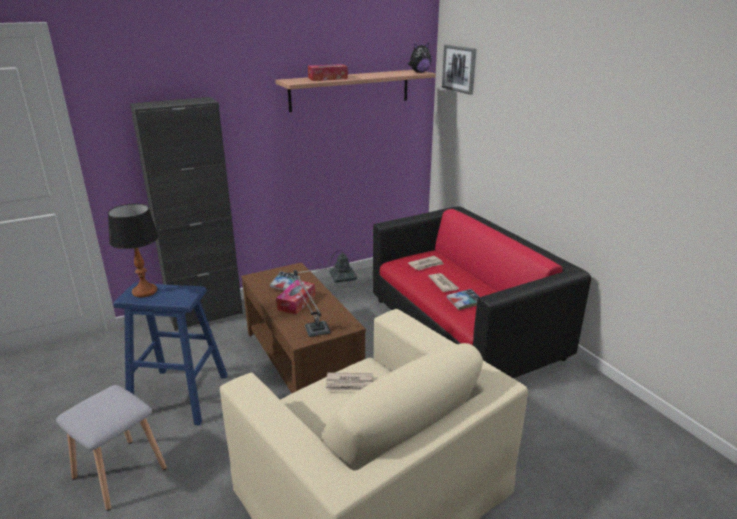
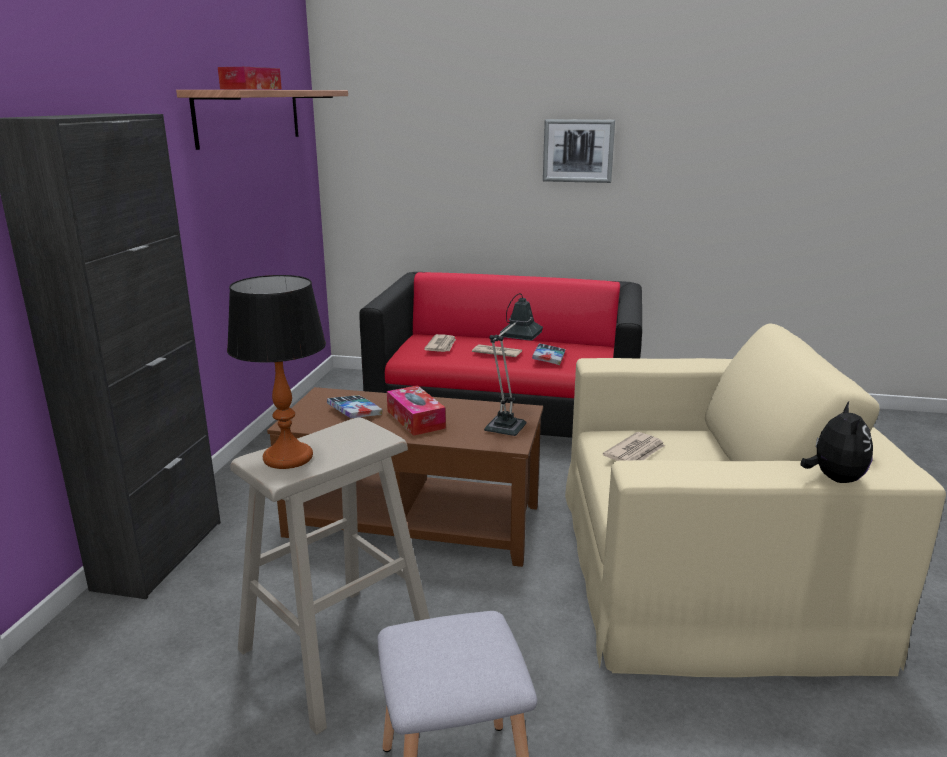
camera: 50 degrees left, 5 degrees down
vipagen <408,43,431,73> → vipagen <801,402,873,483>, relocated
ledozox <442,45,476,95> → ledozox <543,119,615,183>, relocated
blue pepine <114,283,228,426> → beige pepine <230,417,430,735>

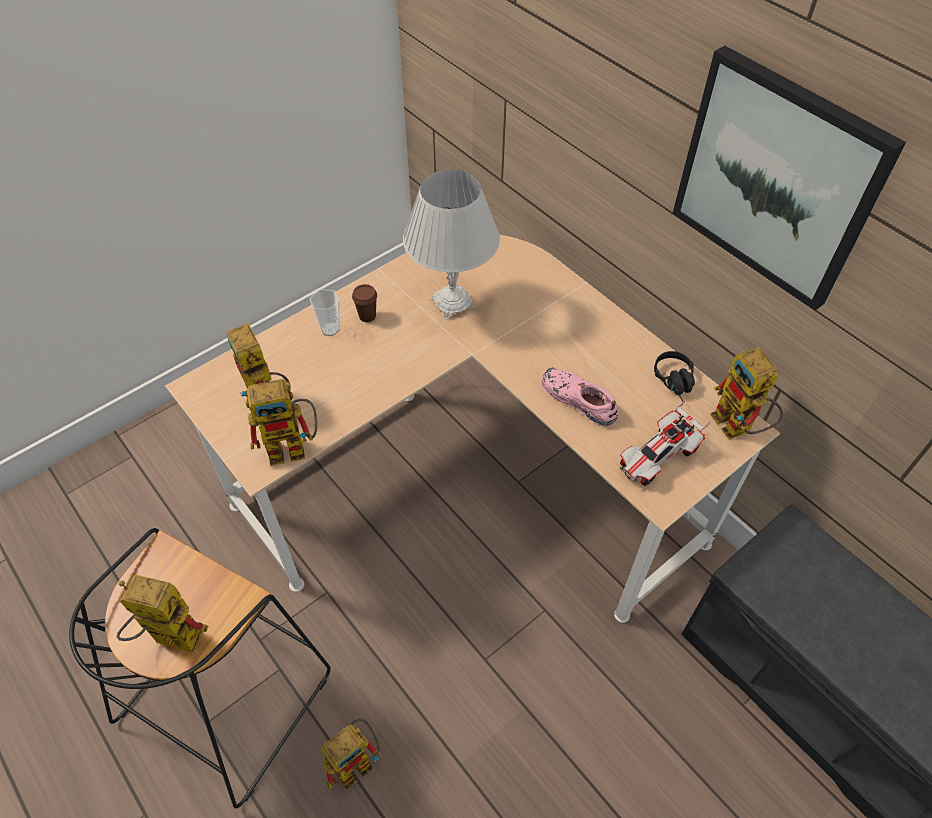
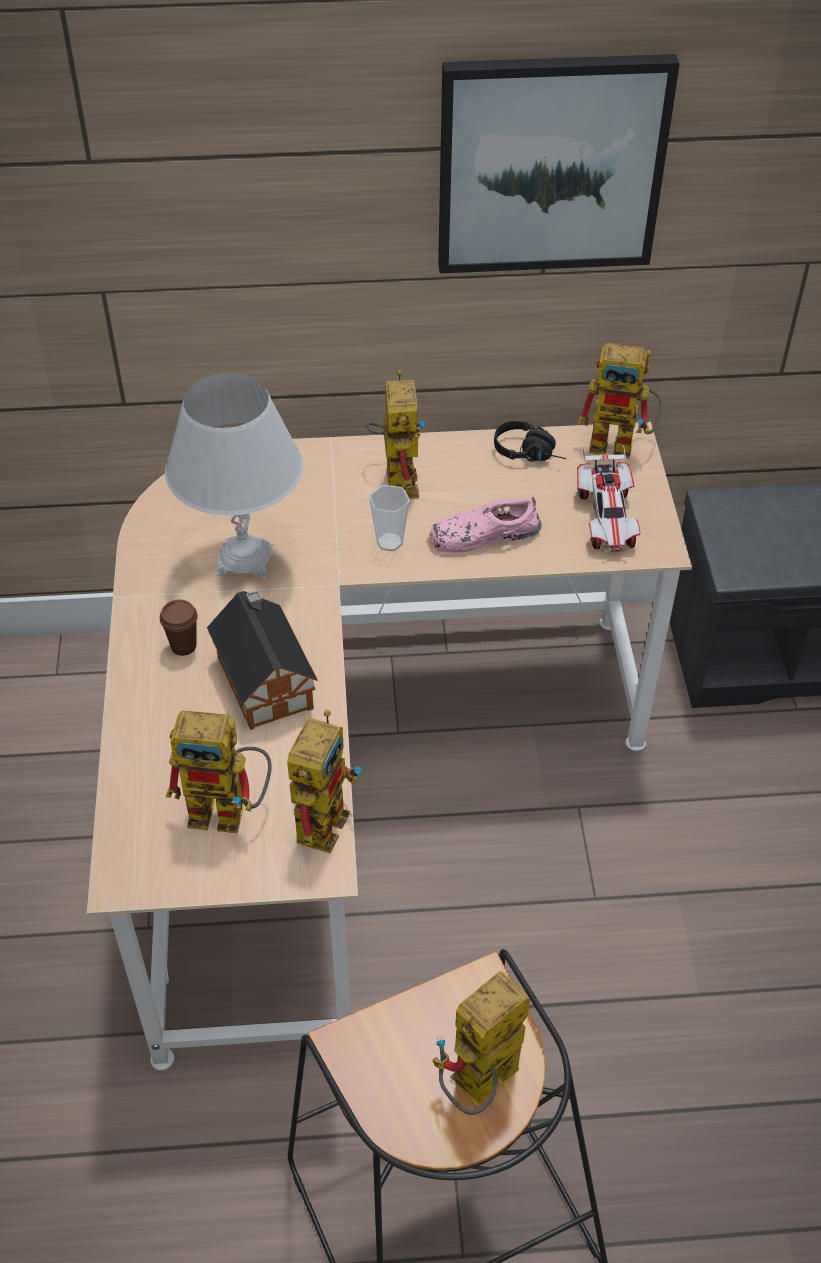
camera: 55 degrees left, 5 degrees down
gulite <310,289,340,336> → gulite <369,485,410,551>, relocated
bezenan <321,719,382,790> → bezenan <366,370,425,499>, relocated
- → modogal <207,590,318,730>

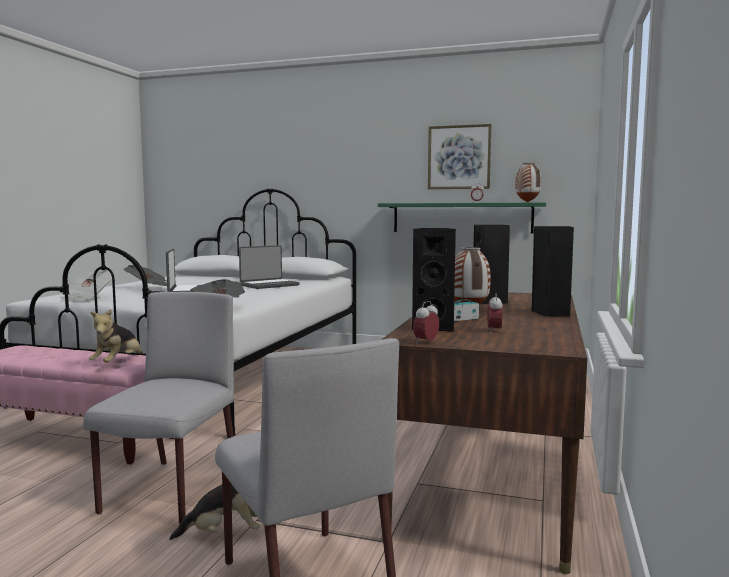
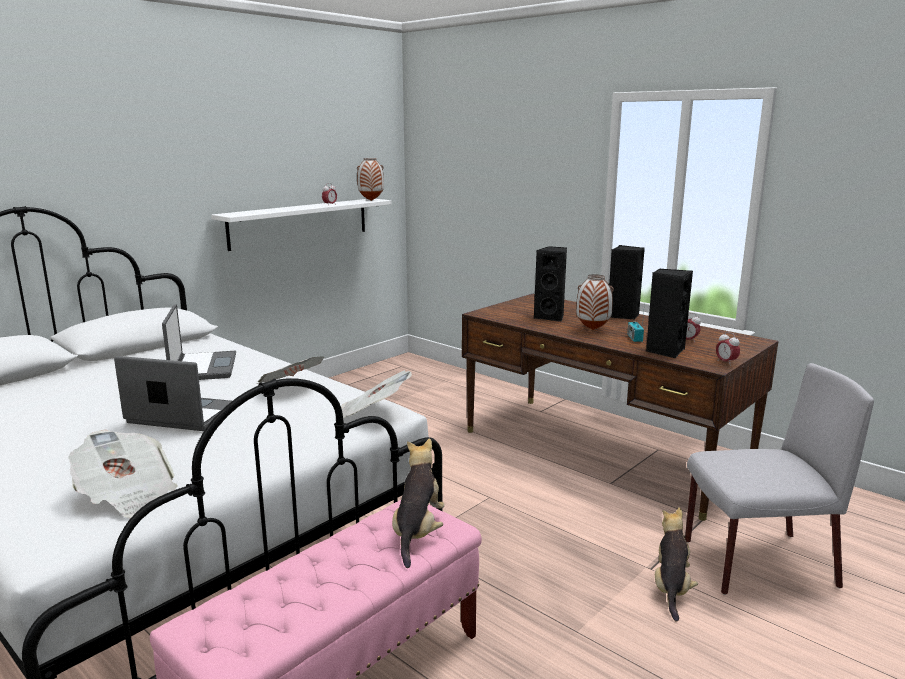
camera: 65 degrees left, 10 degrees up
ledozox <428,124,491,189> → -
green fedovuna <378,202,546,233> → white fedovuna <211,199,391,251>
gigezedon <124,265,167,286> → gigezedon <258,356,324,383>, relocated
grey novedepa <83,292,234,524> → -
vipagen <89,309,142,363> → vipagen <392,438,445,568>, 120 degrees counterclockwise

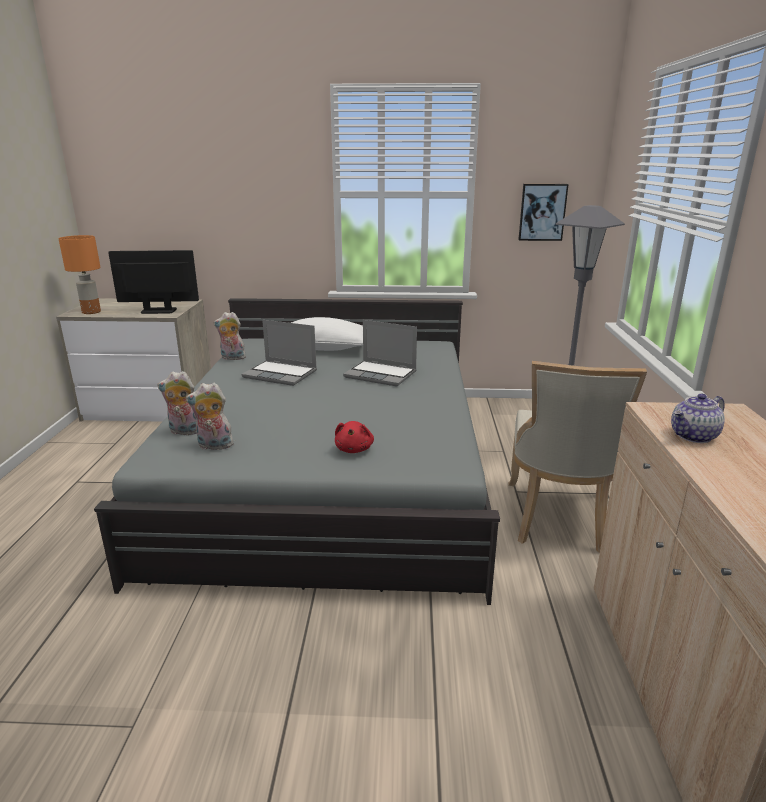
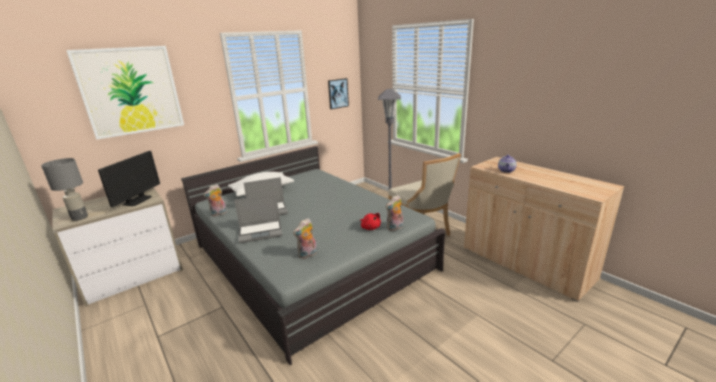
camera: 40 degrees left, 0 degrees up
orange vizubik <58,235,101,314> → grey vizubik <41,158,88,221>
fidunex <108,250,199,314> → fidunex <98,151,160,207>, 150 degrees clockwise
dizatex <343,320,417,387> → dizatex <234,194,282,243>, relocated
vipagen <157,371,197,435> → vipagen <386,195,403,231>, relocated
- → ledozox <66,46,184,140>

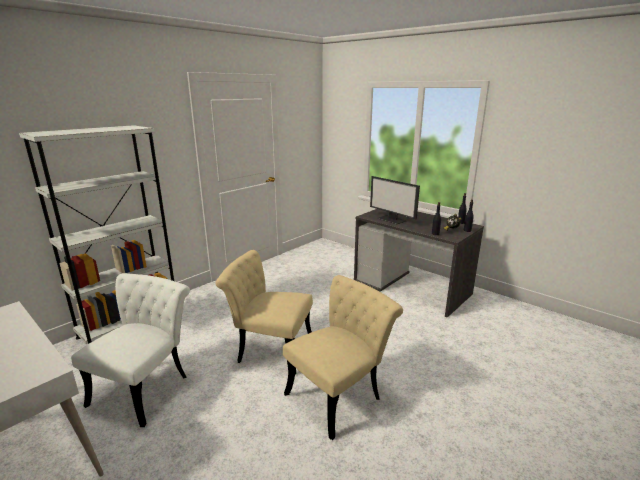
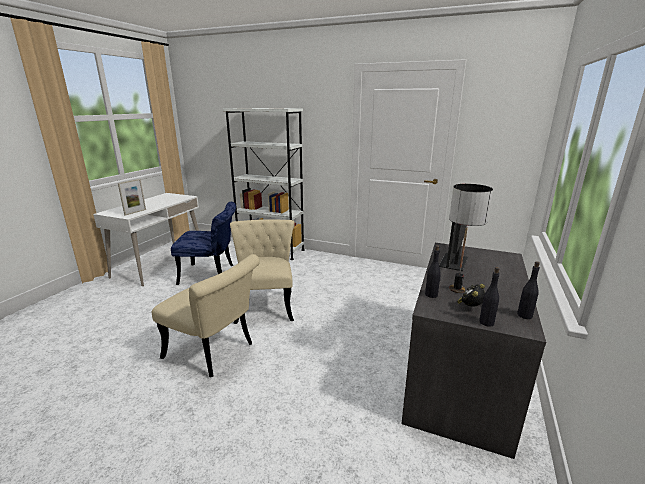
camera: 70 degrees right, 0 degrees up
white novedepa <71,273,190,427> → blue novedepa <171,202,236,285>
- → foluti <118,179,146,215>
- → vizubik <449,184,493,293>

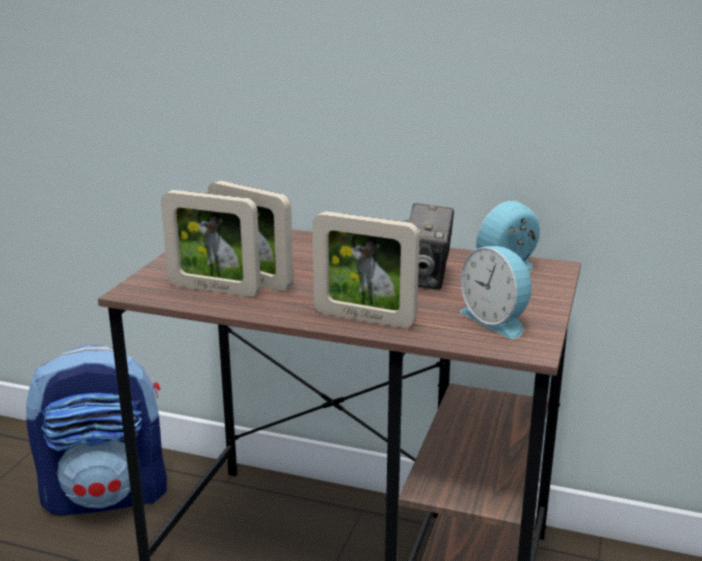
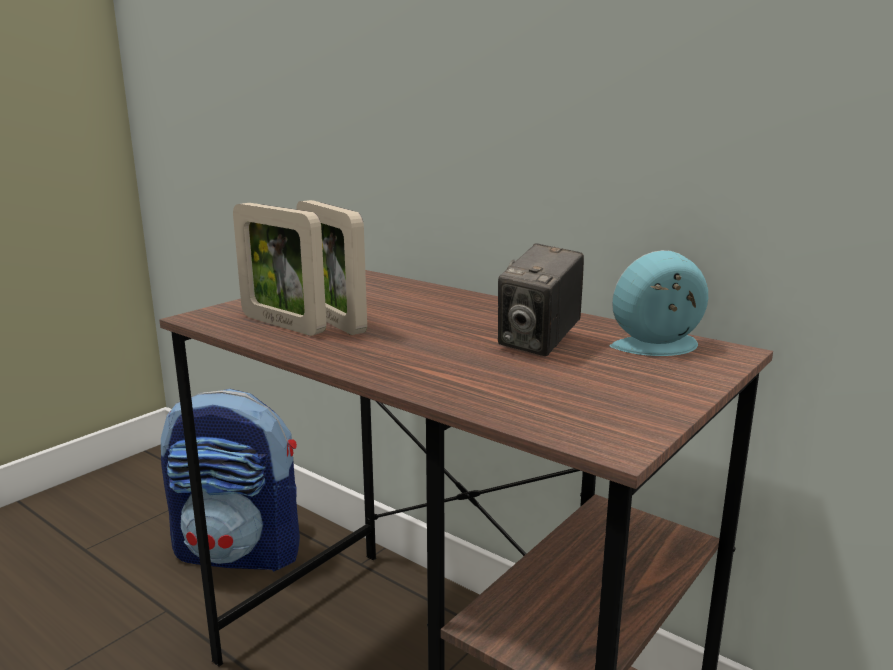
camera: 20 degrees right, 5 degrees down
foluti <313,211,420,328> → -
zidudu <460,246,532,339> → -

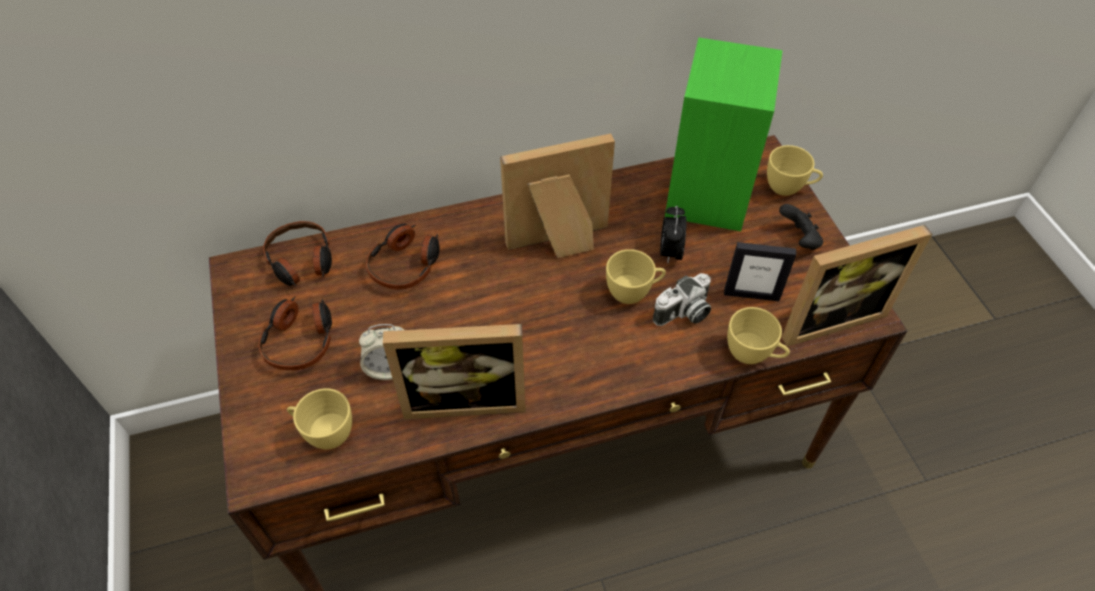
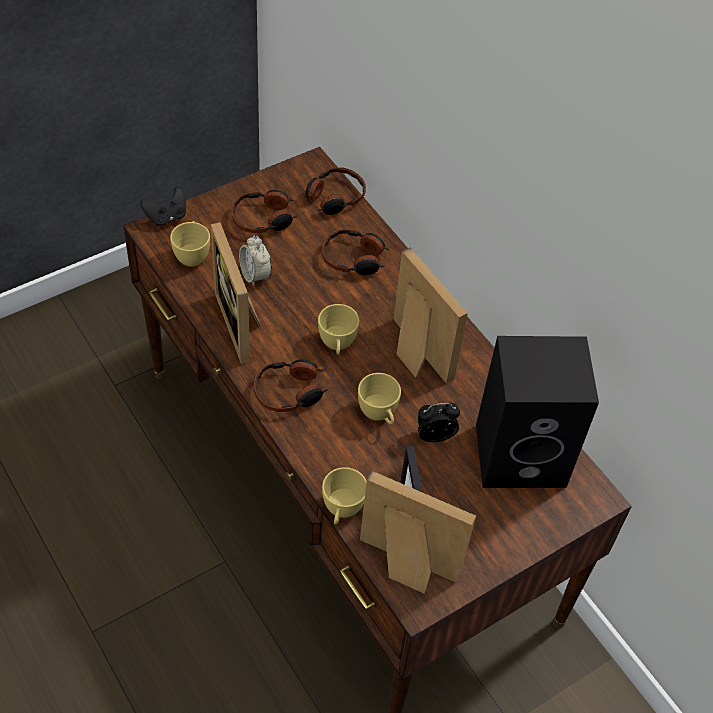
camera: 70 degrees right, 0 degrees up
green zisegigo <665,37,783,231> → black zisegigo <476,336,599,488>
yellow gulite <767,145,823,196> → yellow gulite <318,304,359,354>, relocated
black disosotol <779,204,823,250> → black disosotol <140,186,186,226>, relocated
foluti <782,225,932,347> → foluti <360,471,476,594>, 150 degrees clockwise
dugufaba <653,273,711,326> → -
- → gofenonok <254,360,329,412>

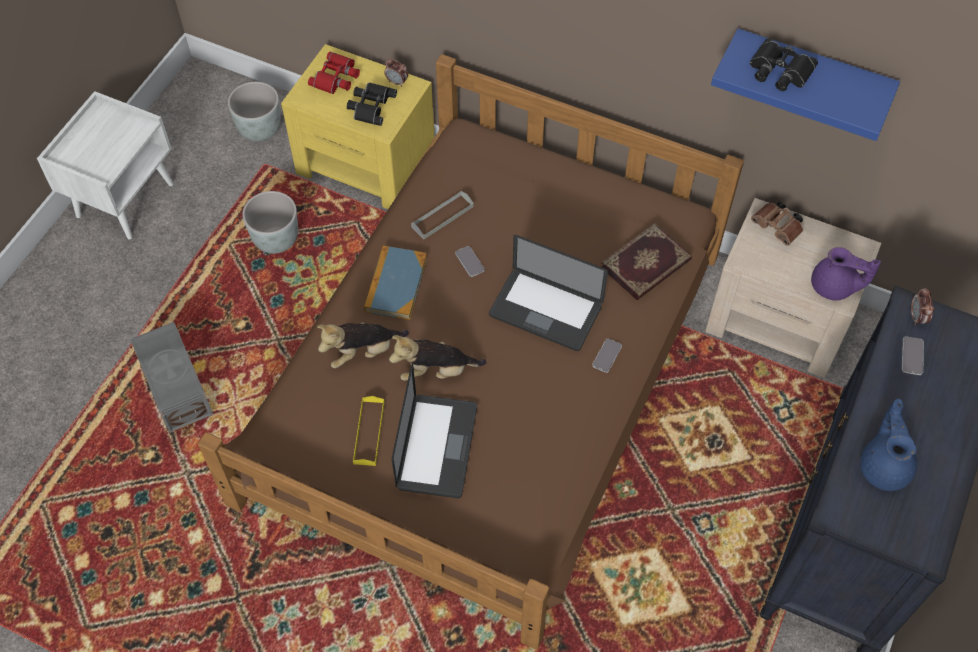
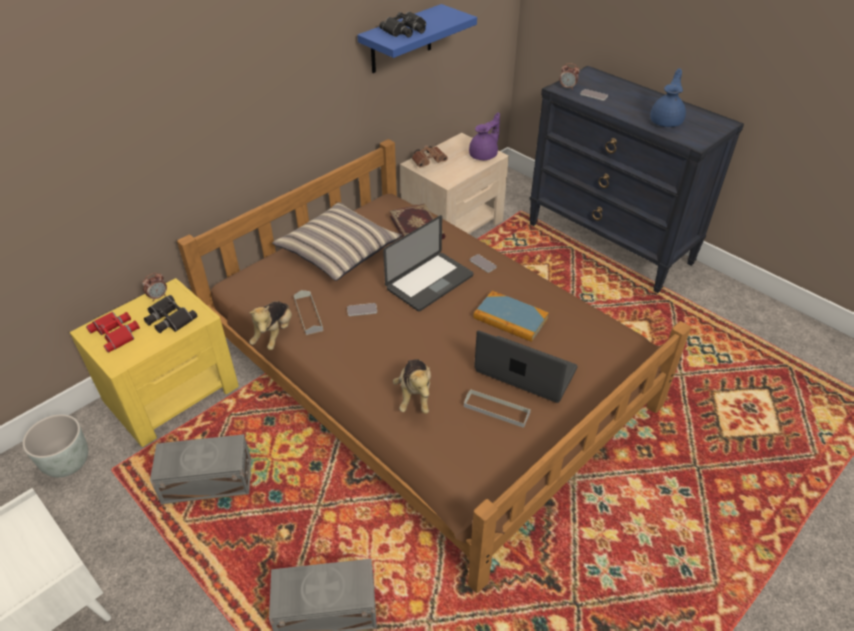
camera: 70 degrees left, 15 degrees down
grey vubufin <242,191,298,254> → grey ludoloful <150,434,251,504>
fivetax <364,246,427,320> → fivetax <473,291,549,342>, relocated
vipagen <389,335,486,381> → vipagen <249,301,292,350>, relocated
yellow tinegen <353,396,385,466> → grey tinegen <464,389,531,428>
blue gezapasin <860,399,917,491> → blue gezapasin <650,68,686,127>, 90 degrees clockwise
- → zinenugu <272,202,402,281>

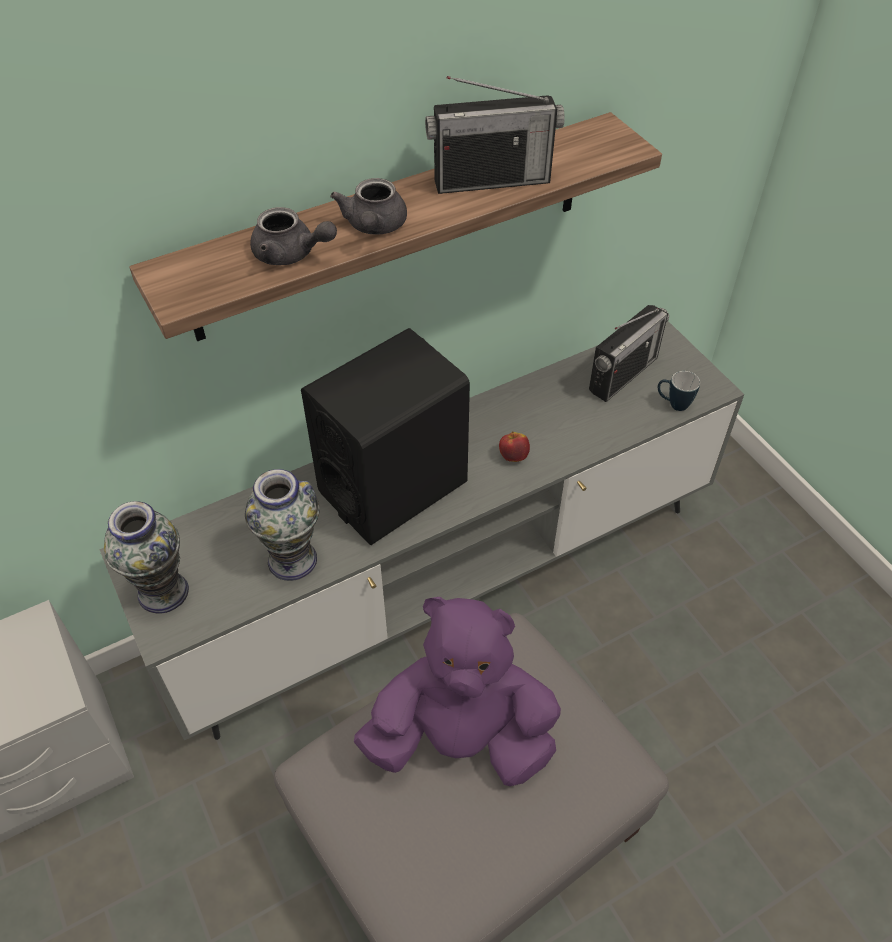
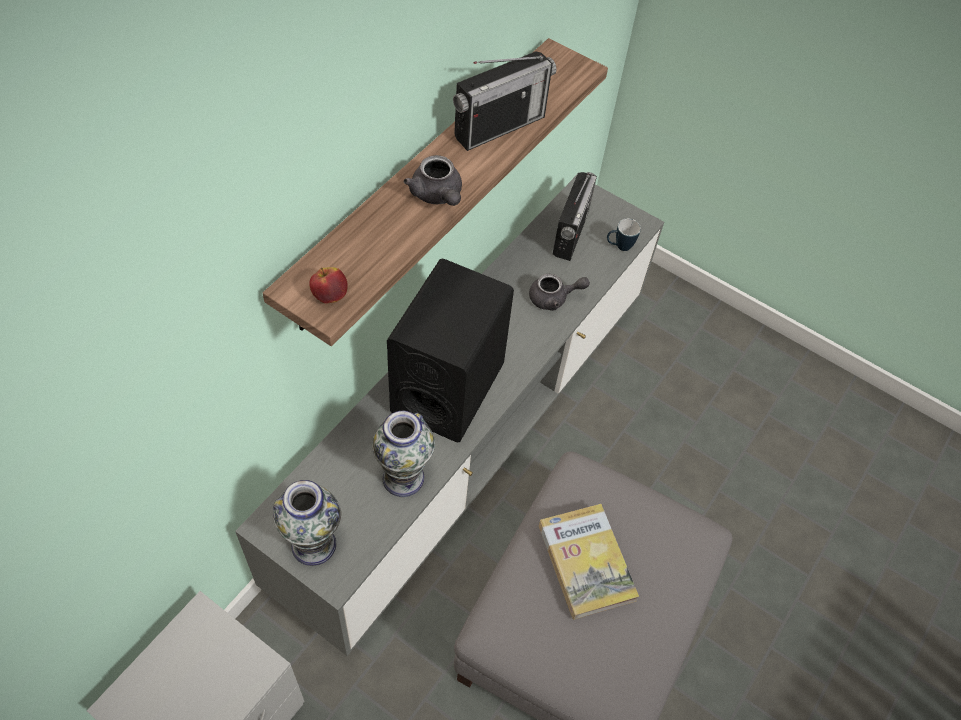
camera: 30 degrees left, 5 degrees up
grey gezapasin <250,207,337,265> → grey gezapasin <529,274,590,311>, relocated
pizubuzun <499,431,530,462> → pizubuzun <309,267,348,304>, relocated
purple vipagen <354,597,561,786> → fivetax <539,504,639,620>

